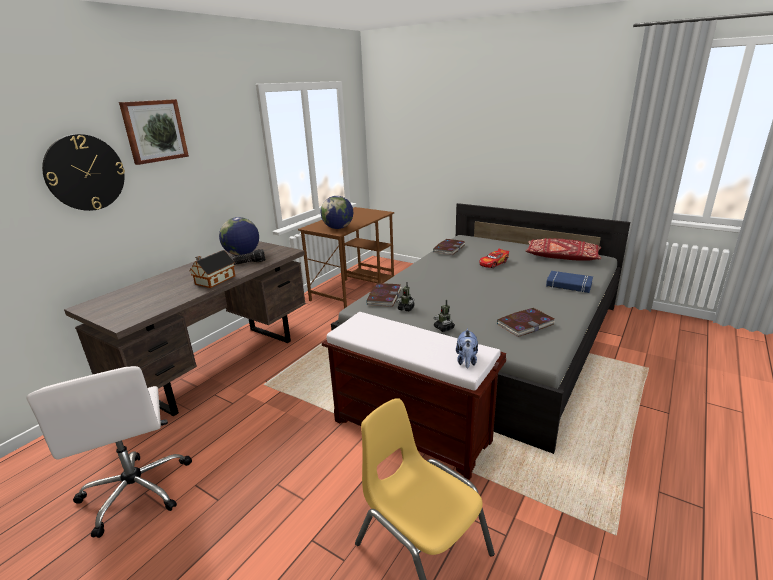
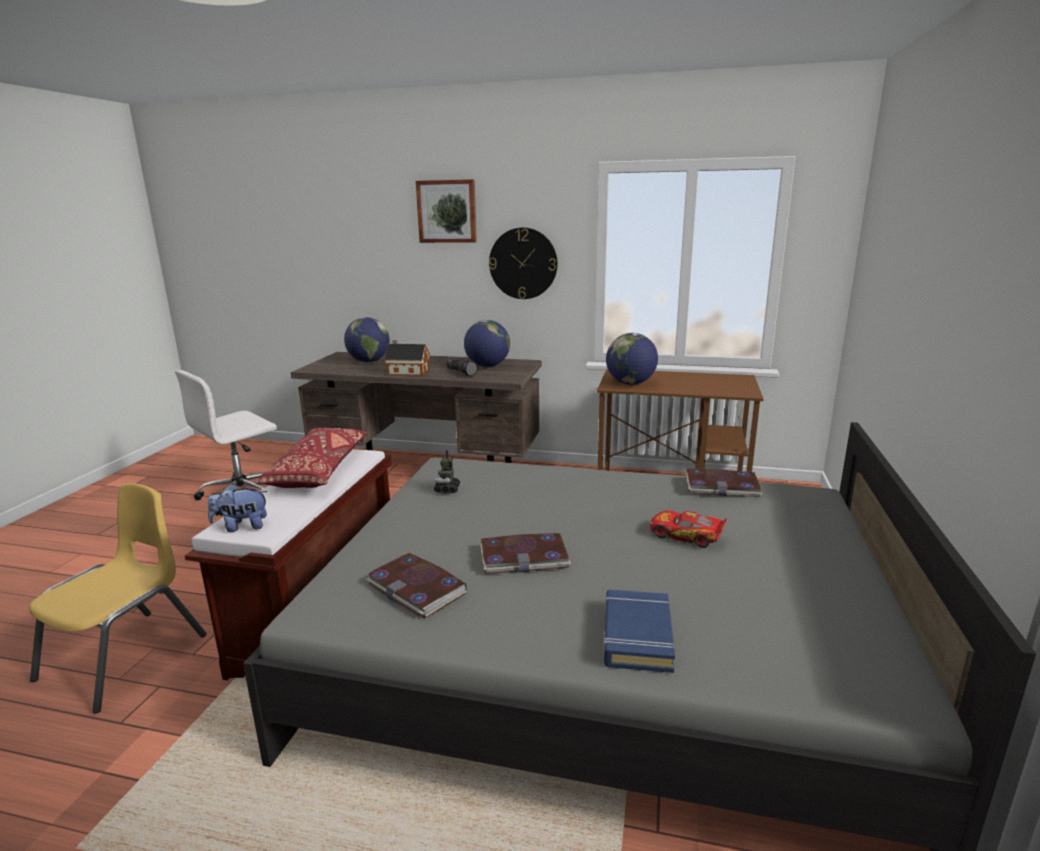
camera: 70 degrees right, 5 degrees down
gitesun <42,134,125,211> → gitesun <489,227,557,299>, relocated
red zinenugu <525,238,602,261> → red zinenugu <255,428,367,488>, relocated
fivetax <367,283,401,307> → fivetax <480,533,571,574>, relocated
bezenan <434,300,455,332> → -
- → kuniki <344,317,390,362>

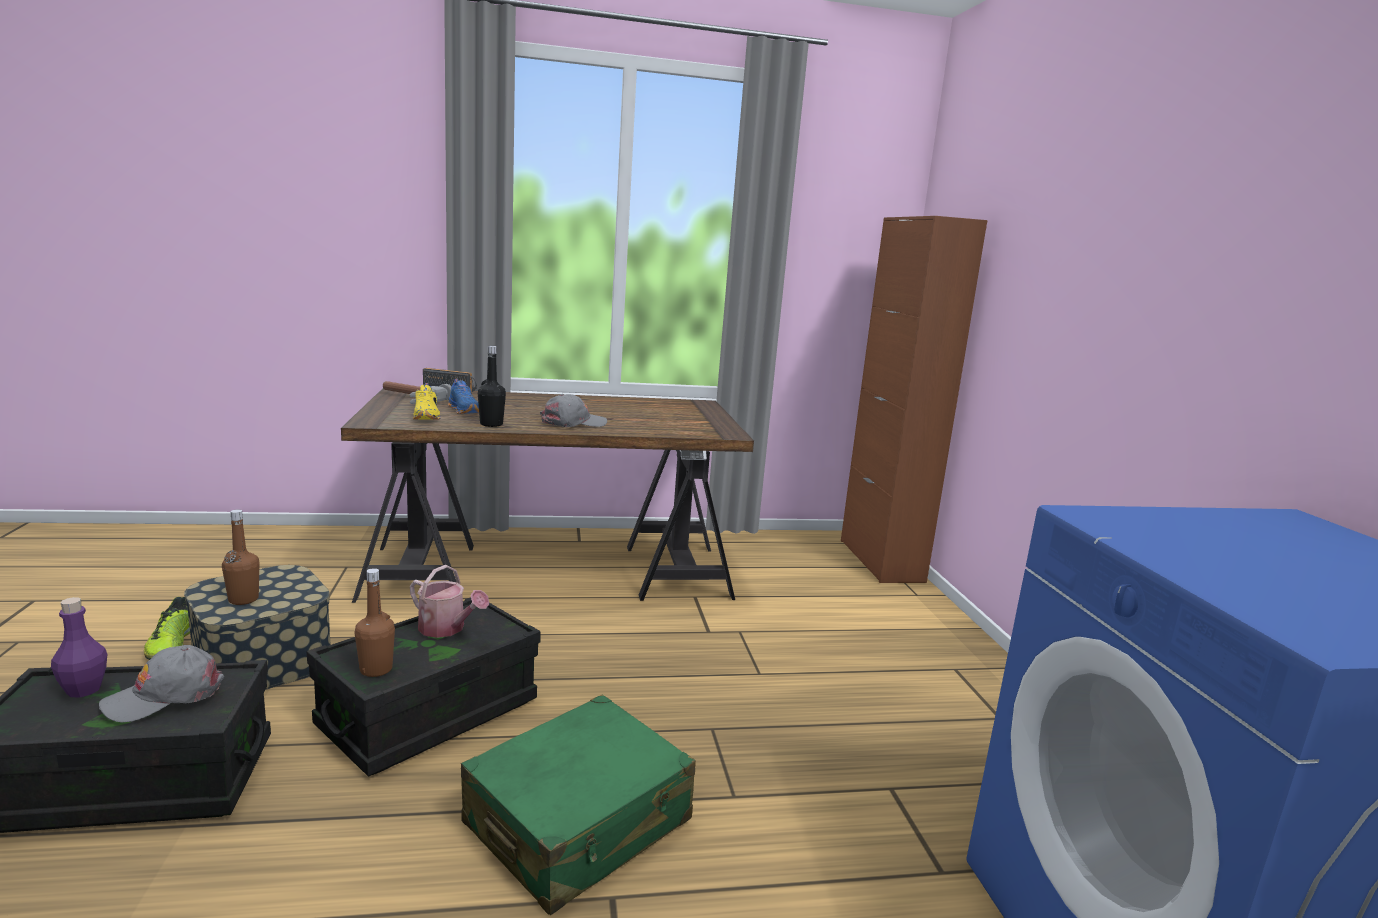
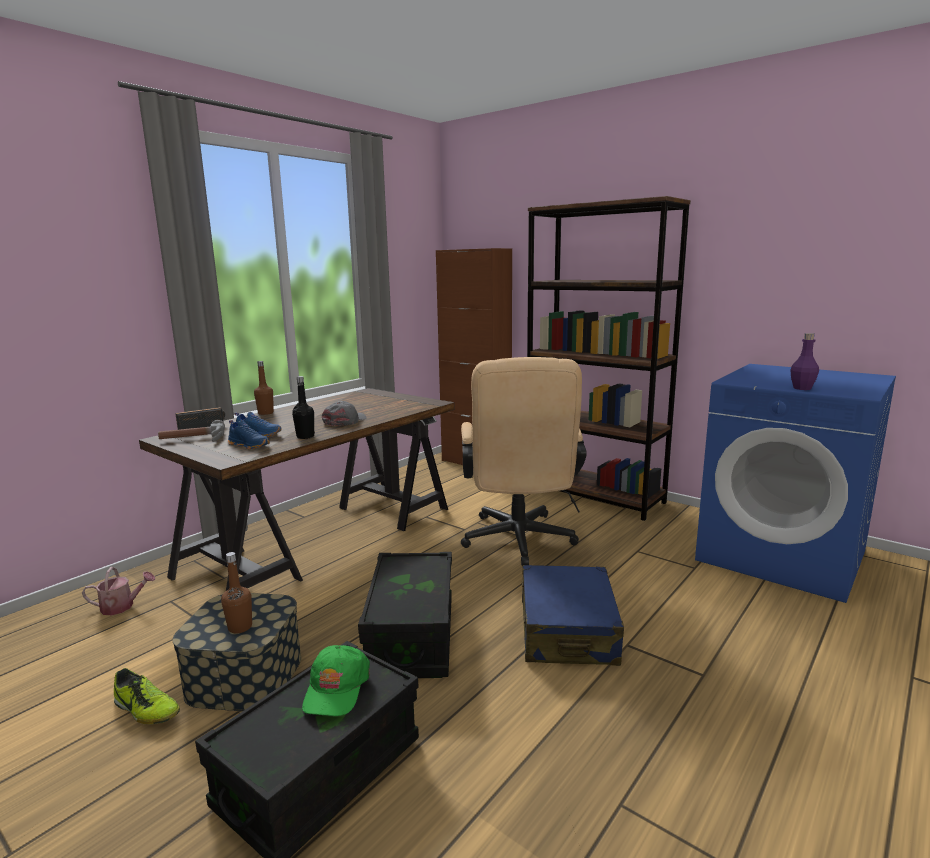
camera: 40 degrees left, 0 degrees up
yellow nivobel <413,383,440,420> → blue nivobel <228,420,270,449>
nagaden <410,565,489,638> → nagaden <82,567,155,615>, relocated
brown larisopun <354,568,395,677> → brown larisopun <254,361,274,415>, relocated
purple larisopun <51,597,108,697> → purple larisopun <791,333,819,390>, relocated
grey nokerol <99,645,224,723> → green nokerol <302,645,370,716>
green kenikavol <461,695,696,915> → blue kenikavol <522,565,624,666>
- → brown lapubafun <527,196,691,521>
- → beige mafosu <461,357,587,566>

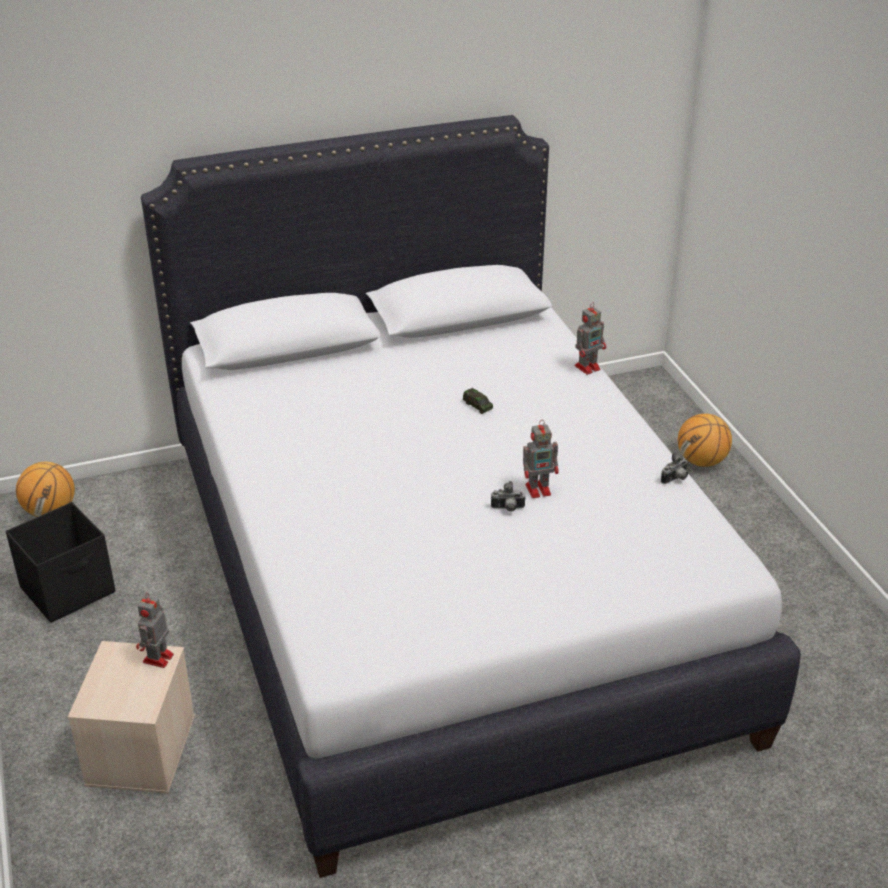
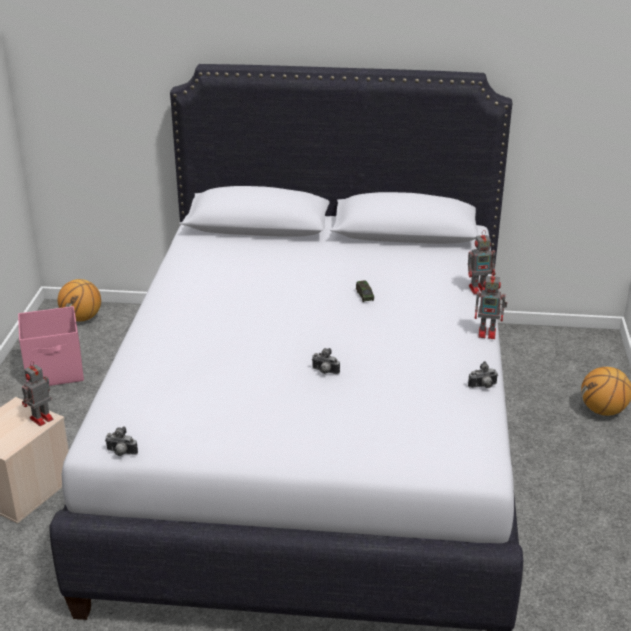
camera: 25 degrees right, 5 degrees down
bezenan <523,420,559,498> → bezenan <474,271,507,339>, relocated
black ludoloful <6,502,115,623> → pink ludoloful <18,306,84,386>
- → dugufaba <105,426,138,456>

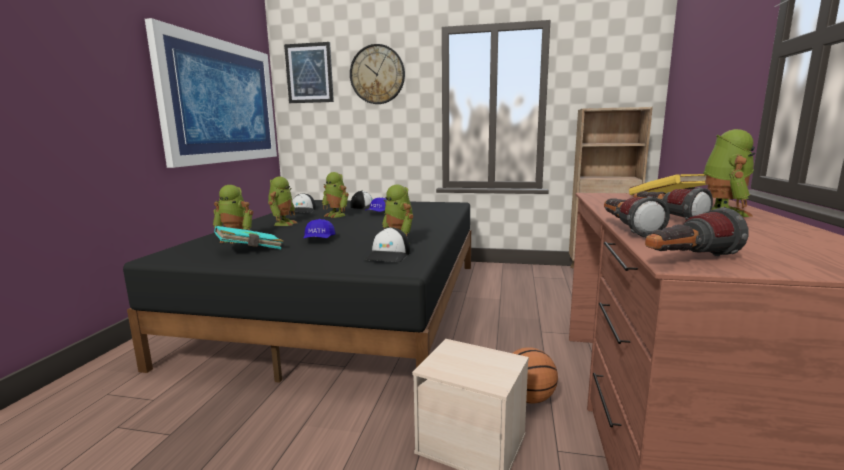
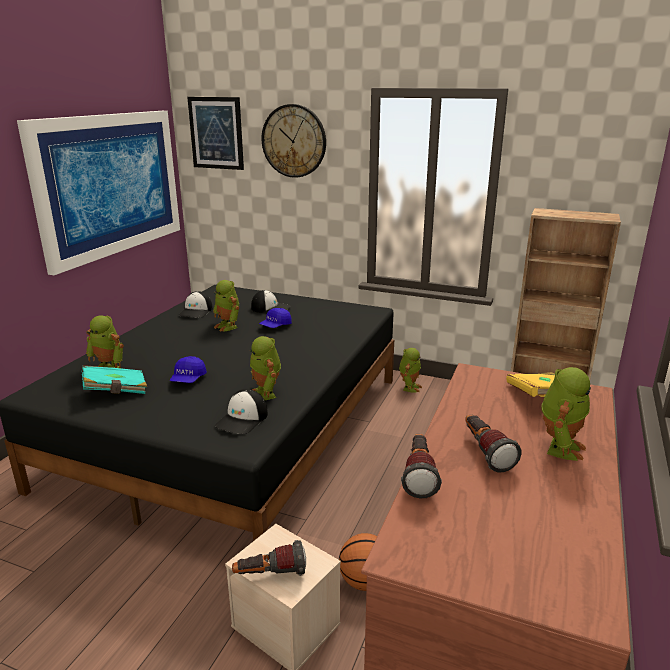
camera: 10 degrees right, 10 degrees up
bezenan <268,177,297,226> → bezenan <399,348,422,393>, relocated
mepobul <645,207,749,256> → mepobul <232,540,306,576>, relocated

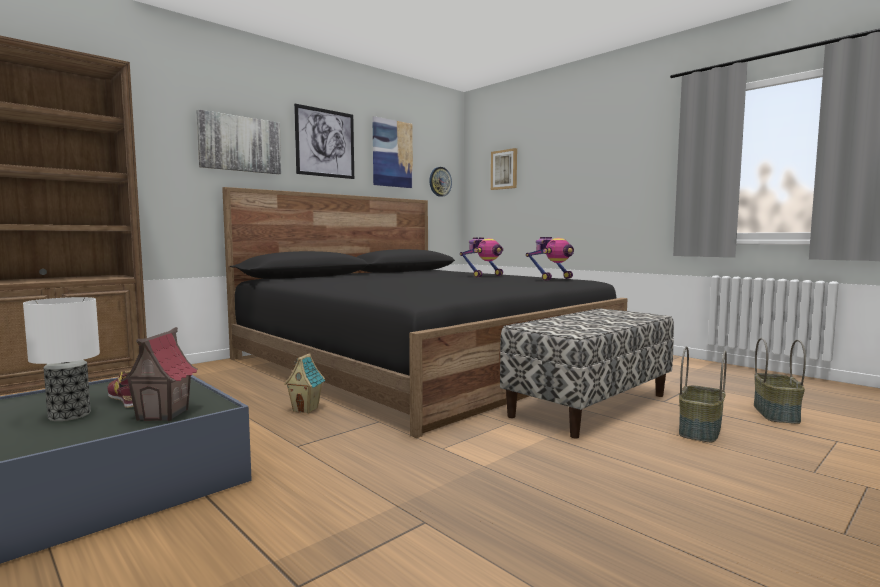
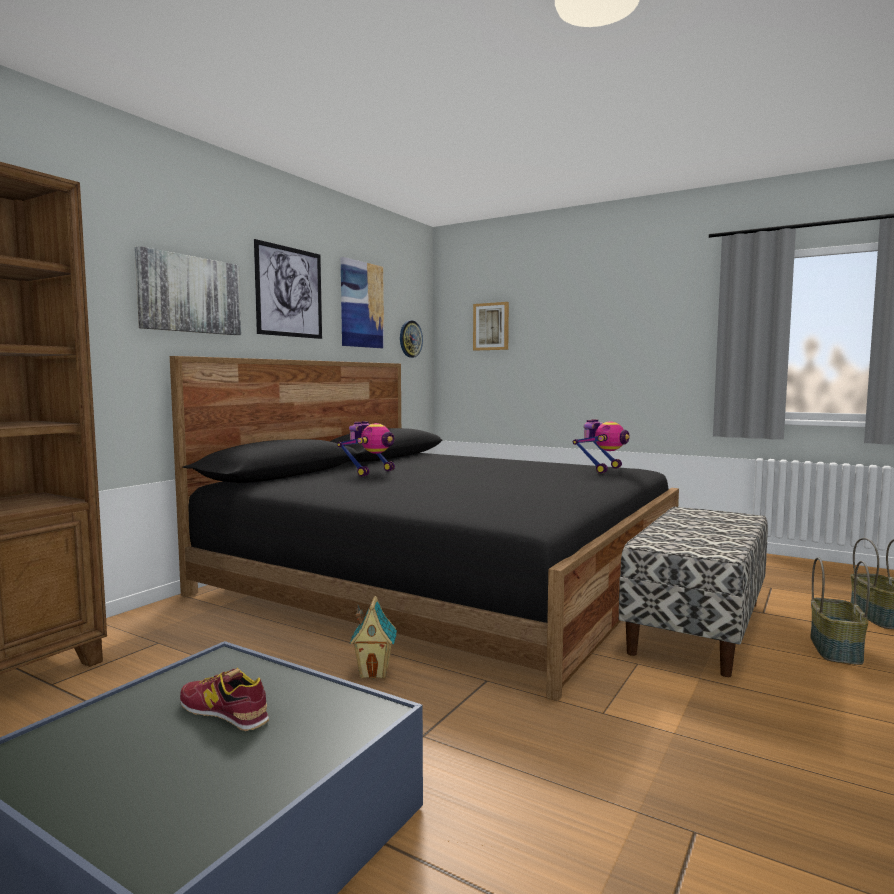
camera: 15 degrees left, 0 degrees up
bezenan <460,238,503,278> → bezenan <337,421,395,477>, relocated
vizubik <23,297,100,421> → -
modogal <120,327,197,421> → -

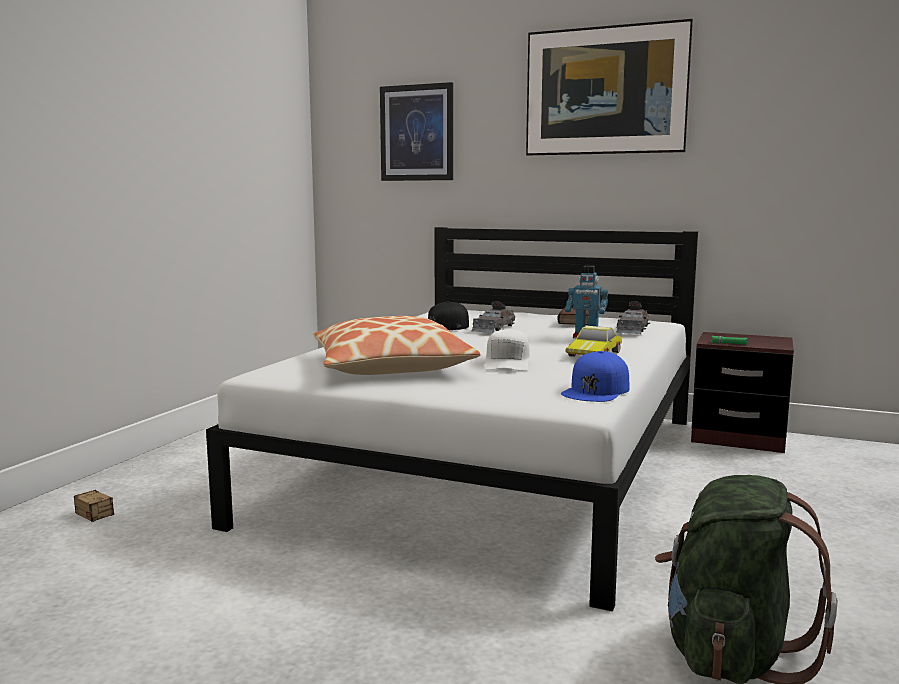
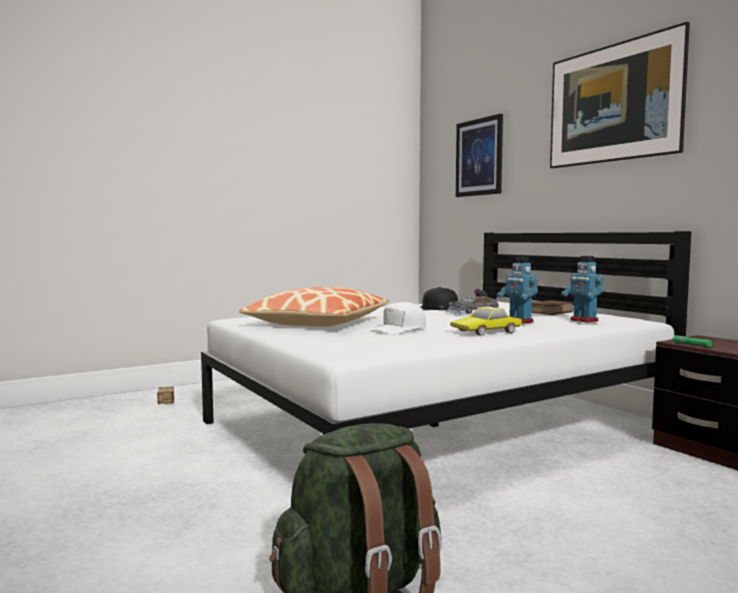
camera: 35 degrees right, 5 degrees down
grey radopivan <616,301,651,334> → bezenan <561,256,604,323>
blue nokerol <561,351,629,402> → -

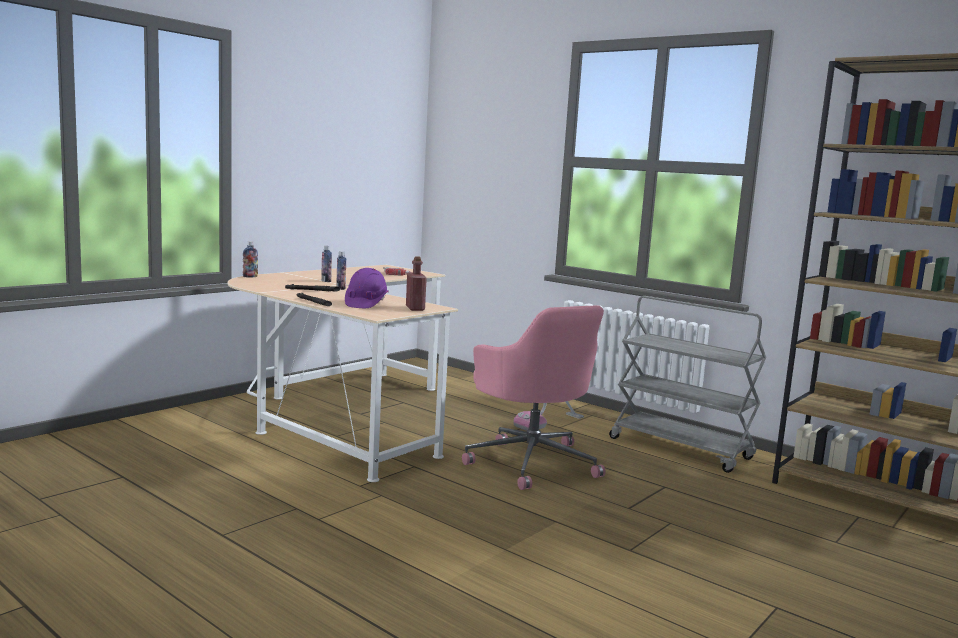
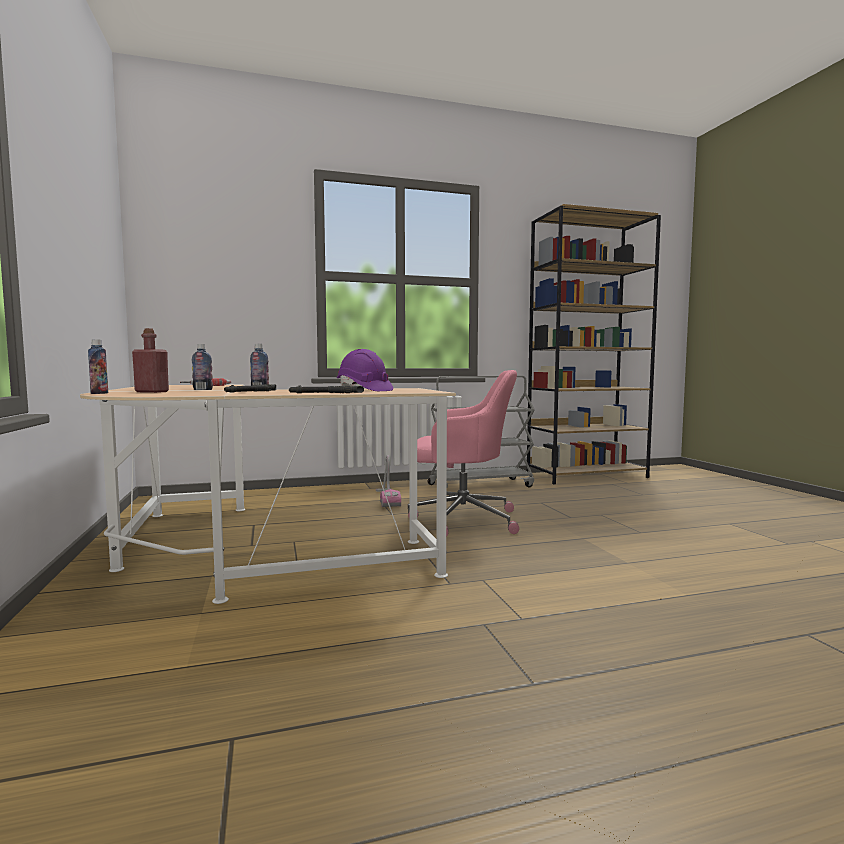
camera: 55 degrees left, 5 degrees down
red larisopun <406,256,427,311> → red larisopun <132,328,169,393>, relocated

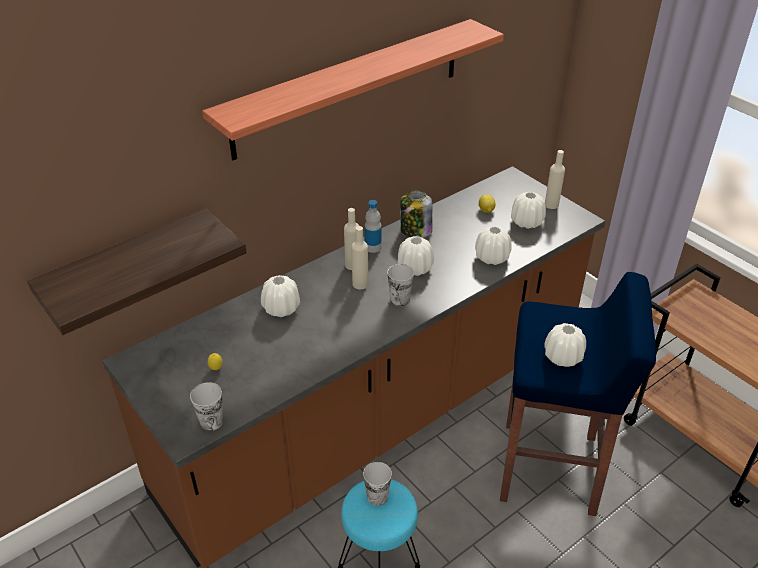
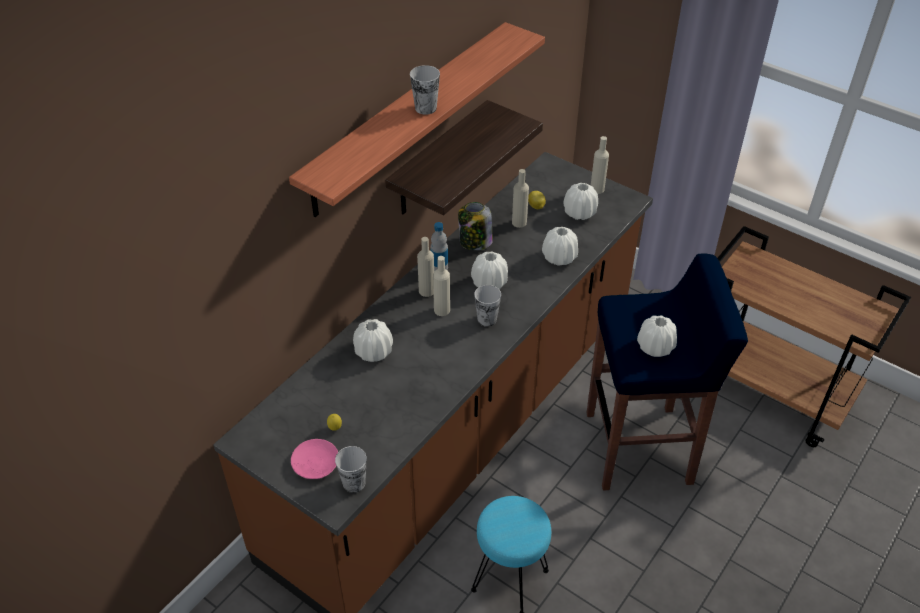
camera: 15 degrees left, 5 degrees up
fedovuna <27,208,247,335> → fedovuna <385,100,543,216>, relocated
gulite <363,462,392,506> → gulite <410,65,440,115>, relocated
- → beige larisopun <512,169,529,228>
- → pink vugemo <291,439,338,479>

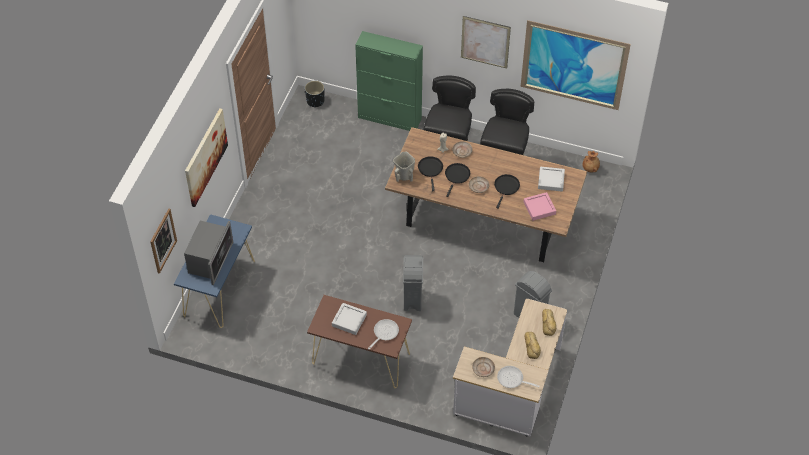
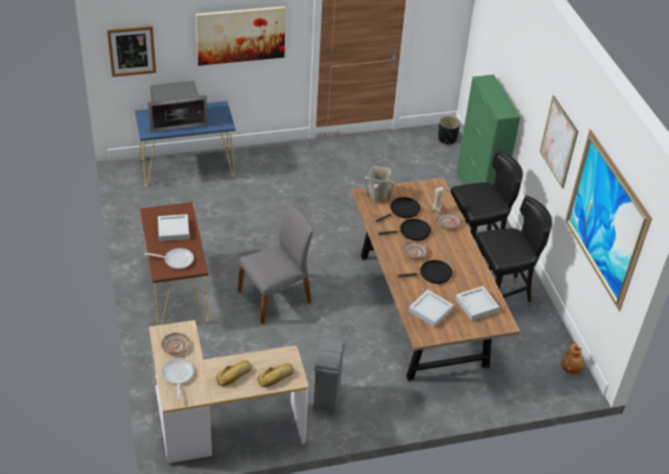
camera: 55 degrees right, 10 degrees down
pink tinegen <523,192,556,221> → grey tinegen <409,290,454,327>
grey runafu <403,255,423,311> → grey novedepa <238,204,313,324>

